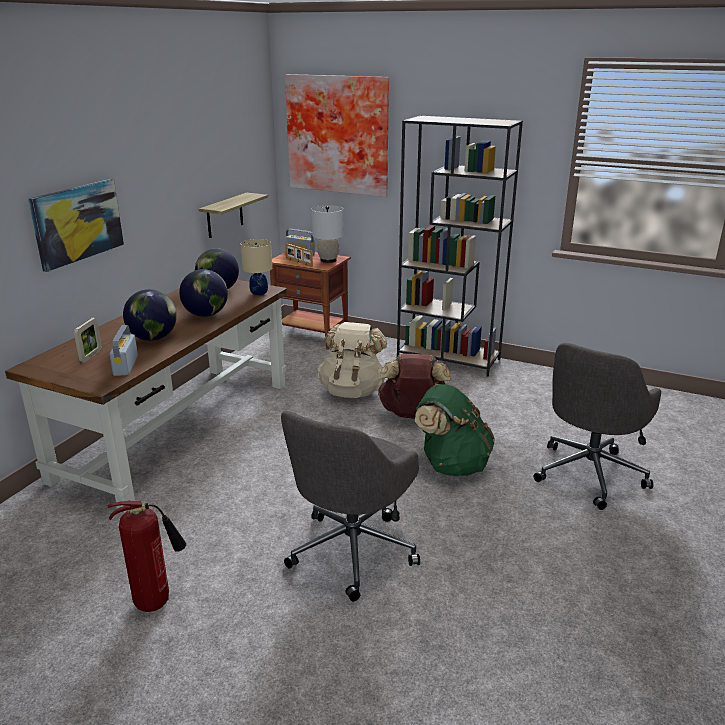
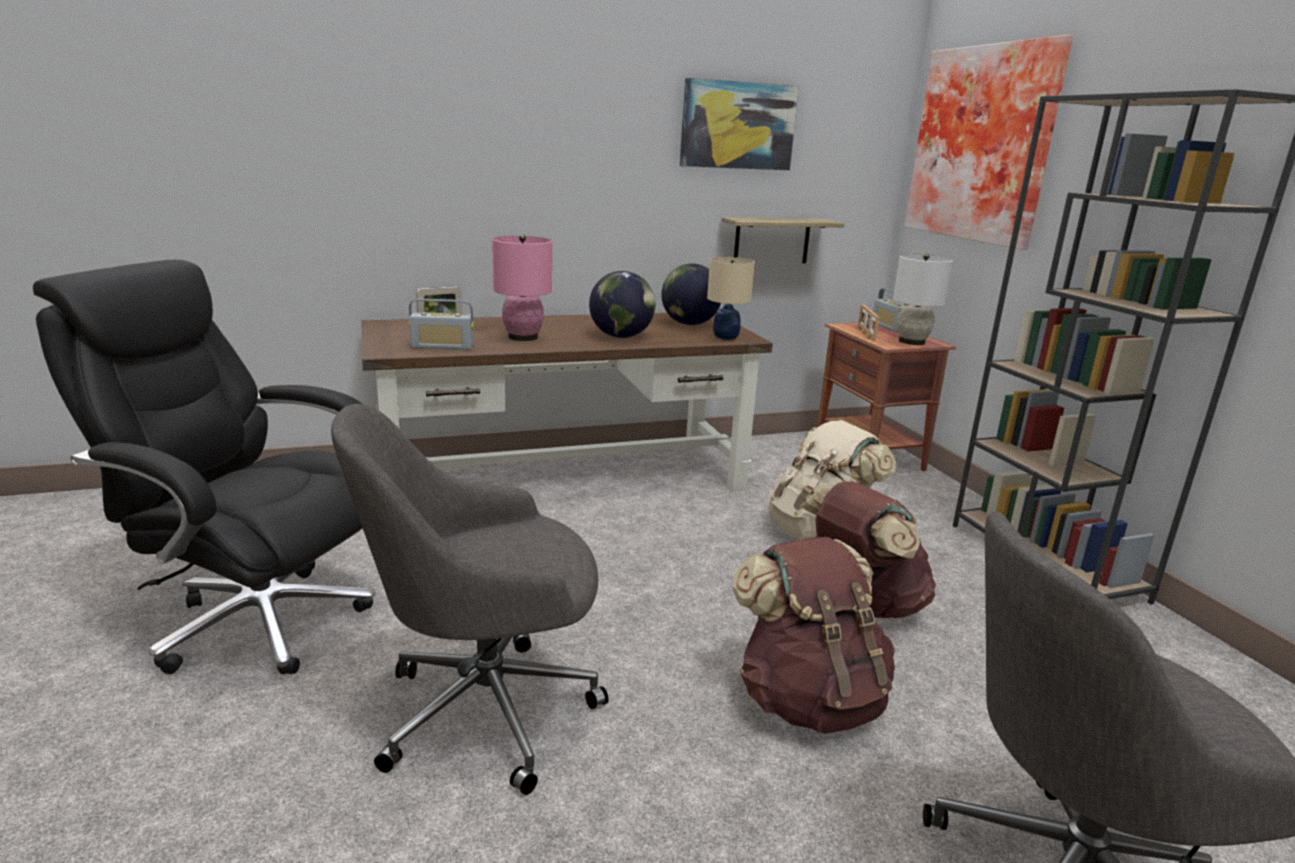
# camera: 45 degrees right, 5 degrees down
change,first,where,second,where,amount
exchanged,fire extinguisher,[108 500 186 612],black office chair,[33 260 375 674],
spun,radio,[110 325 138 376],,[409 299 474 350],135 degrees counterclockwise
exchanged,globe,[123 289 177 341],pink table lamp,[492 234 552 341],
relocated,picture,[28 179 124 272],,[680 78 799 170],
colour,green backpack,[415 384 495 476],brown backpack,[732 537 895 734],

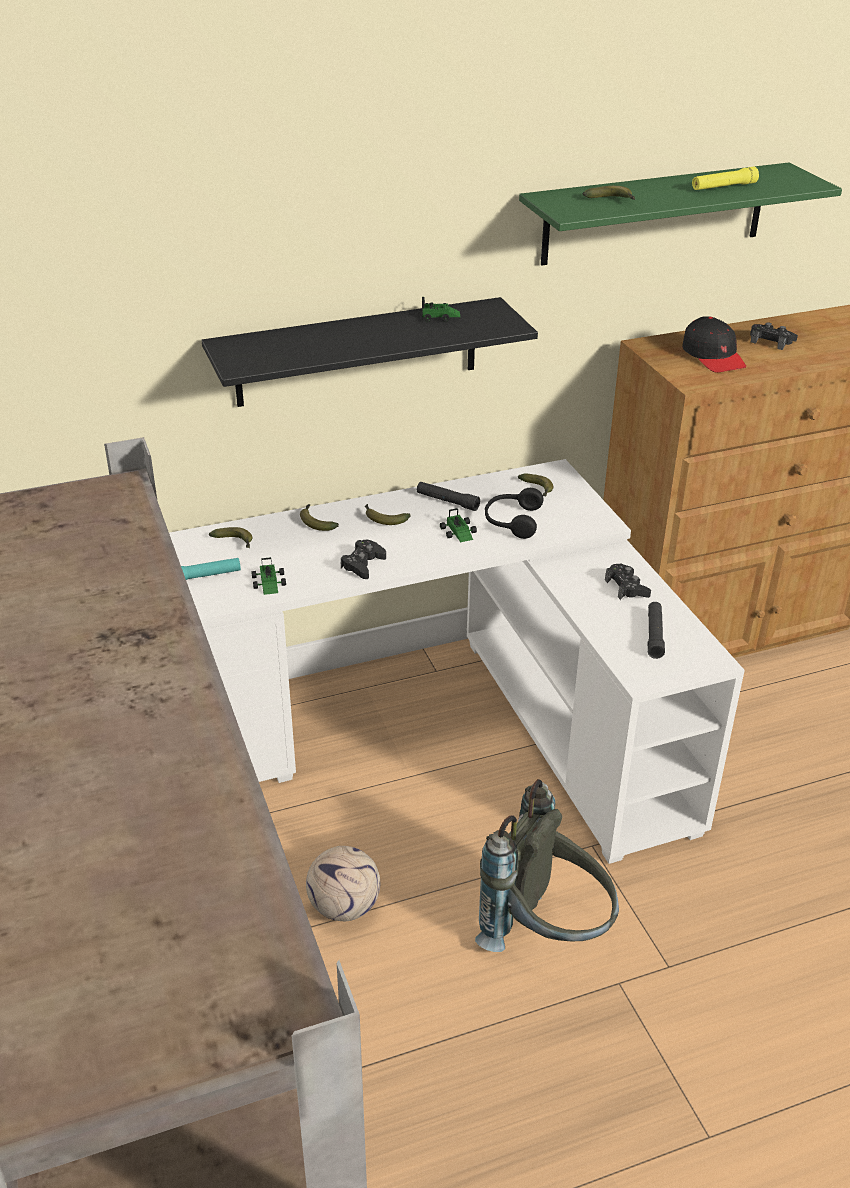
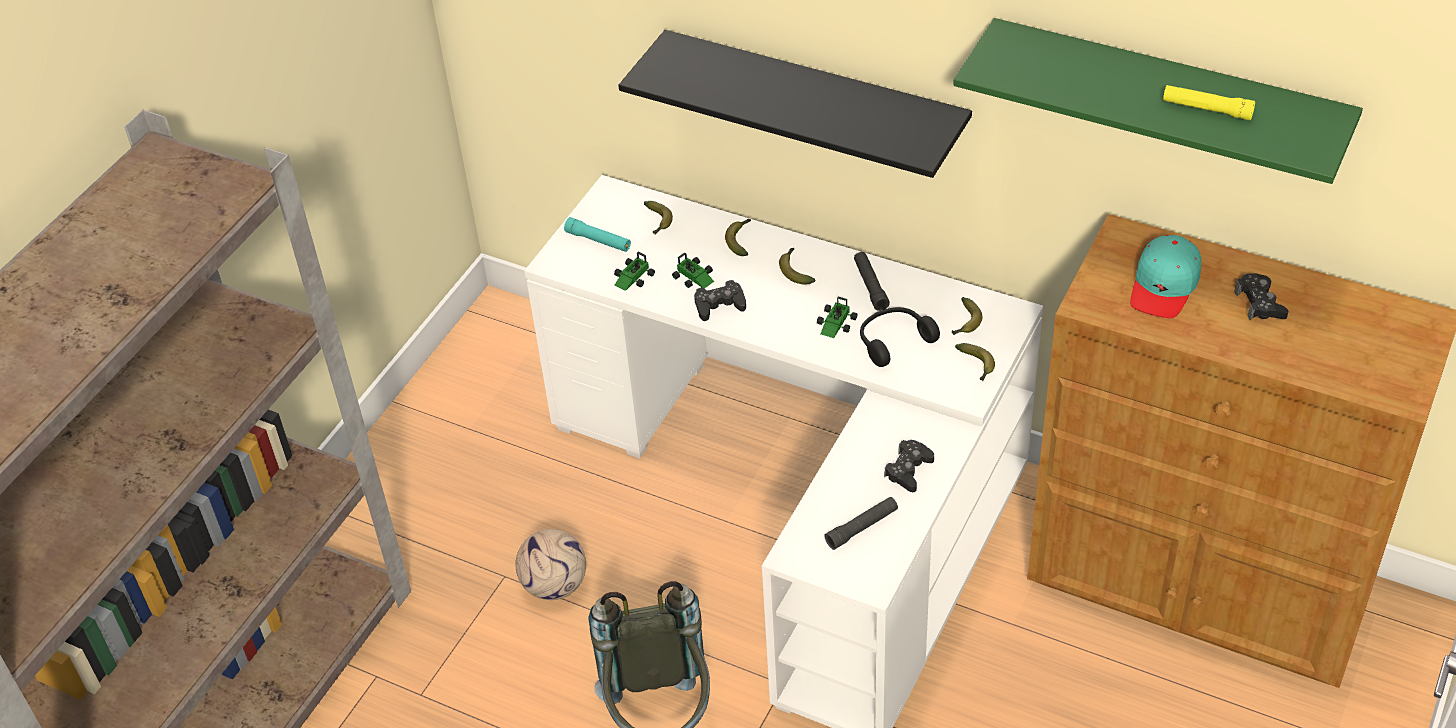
# camera: 50 degrees right, 10 degrees up
change,first,where,second,where,amount
relocated,toy car,[422 297 460 322],,[672 253 714 288],
relocated,banana,[582 186 635 200],,[955 343 995 381],
colour,black cap,[682 316 746 373],turquoise cap,[1130 235 1201 318],

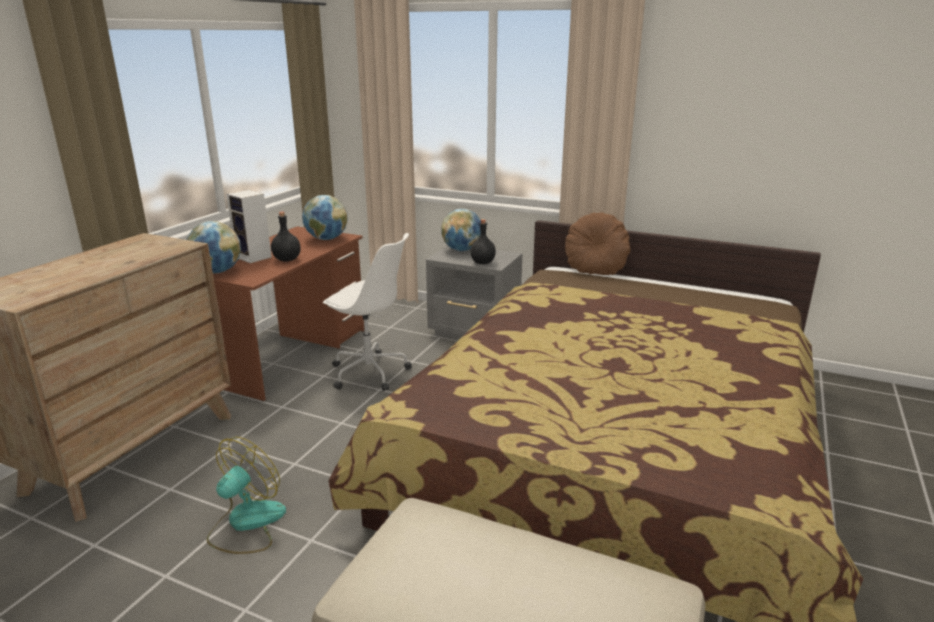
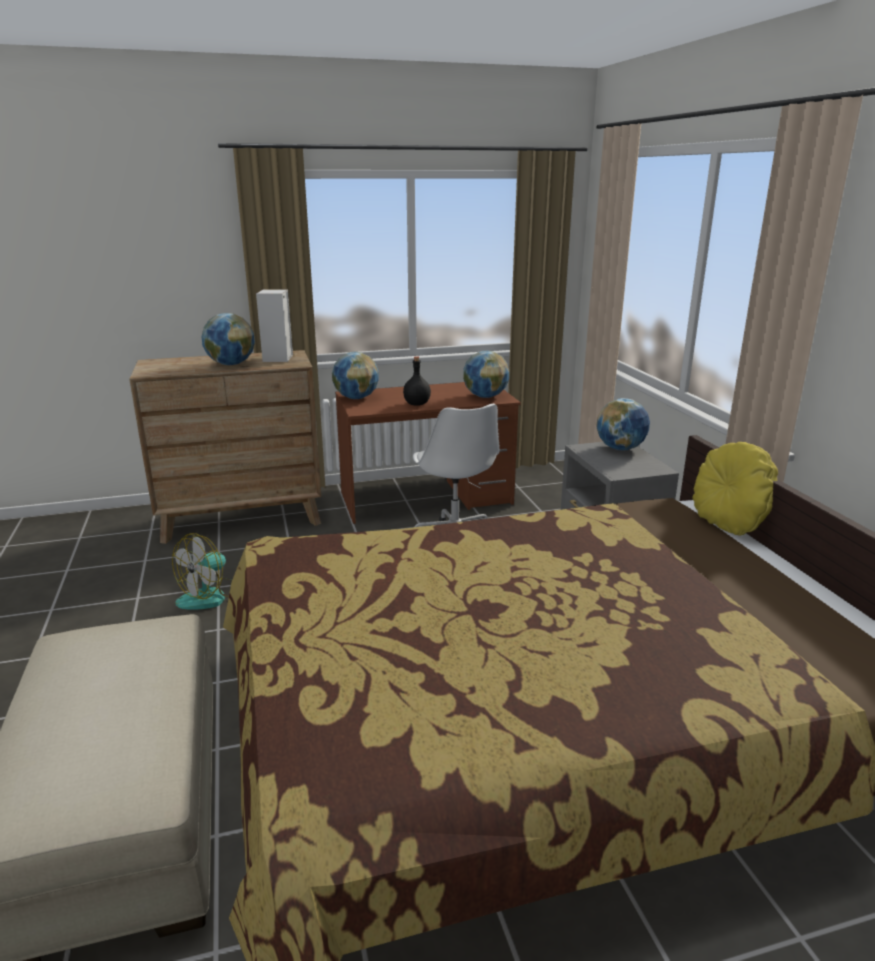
# camera: 50 degrees right, 0 degrees up
change,first,where,second,where,amount
spun,fan,[207 437 286 554],,[172 533 231 610],135 degrees clockwise
appeared,,,globe,[202 313 255 365],
relocated,speaker,[226 190 272 263],,[256 289 293 362],
colour,brown pillow,[565 212 631 275],yellow pillow,[692 442 778 536],
missing,black bottle,[470 219 496 264],,,

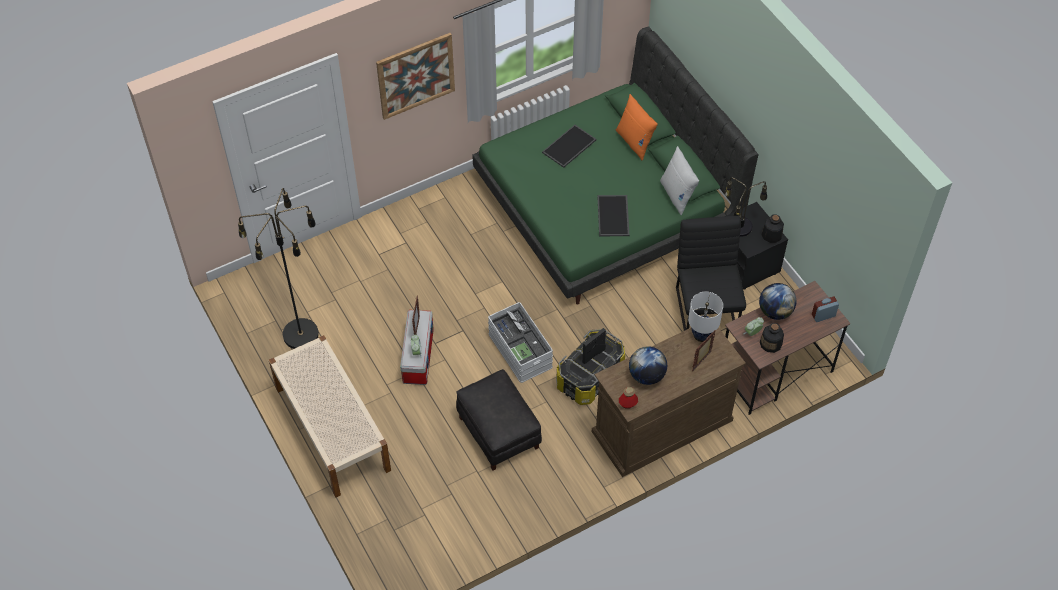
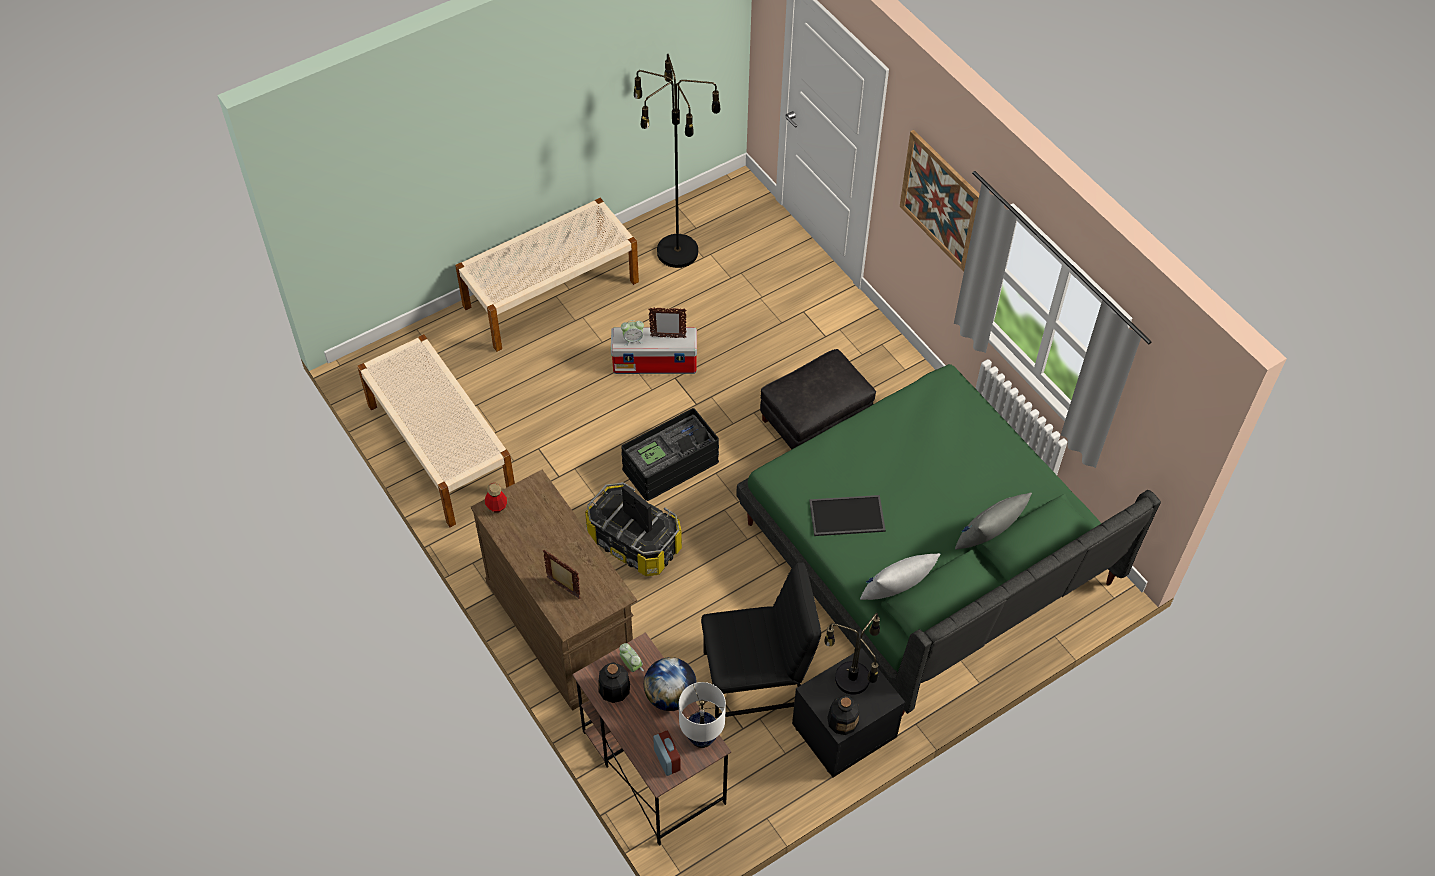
# camera: 85 degrees right, 0 degrees up
change,first,where,second,where,amount
appeared,,,beige bench,[357 334 515 528],
colour,white storage box,[488 302 553 383],black storage box,[621 408 719 501],
relocated,white table lamp,[688 292 723 342],,[679 682 726 748],
relocated,black ottoman,[456 369 542 471],,[760 349 876 449],
colour,orange pillow,[616 94 658 160],grey pillow,[955 492 1032 550],
missing,tray,[542 125 597 168],,,
missing,globe,[629 346 667 385],,,

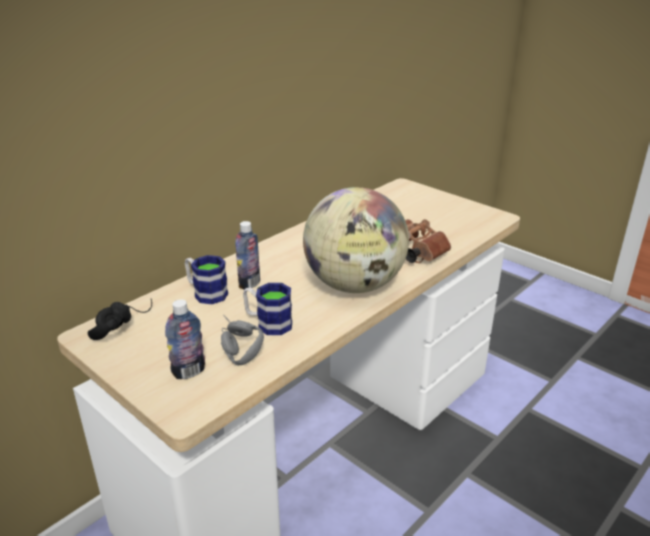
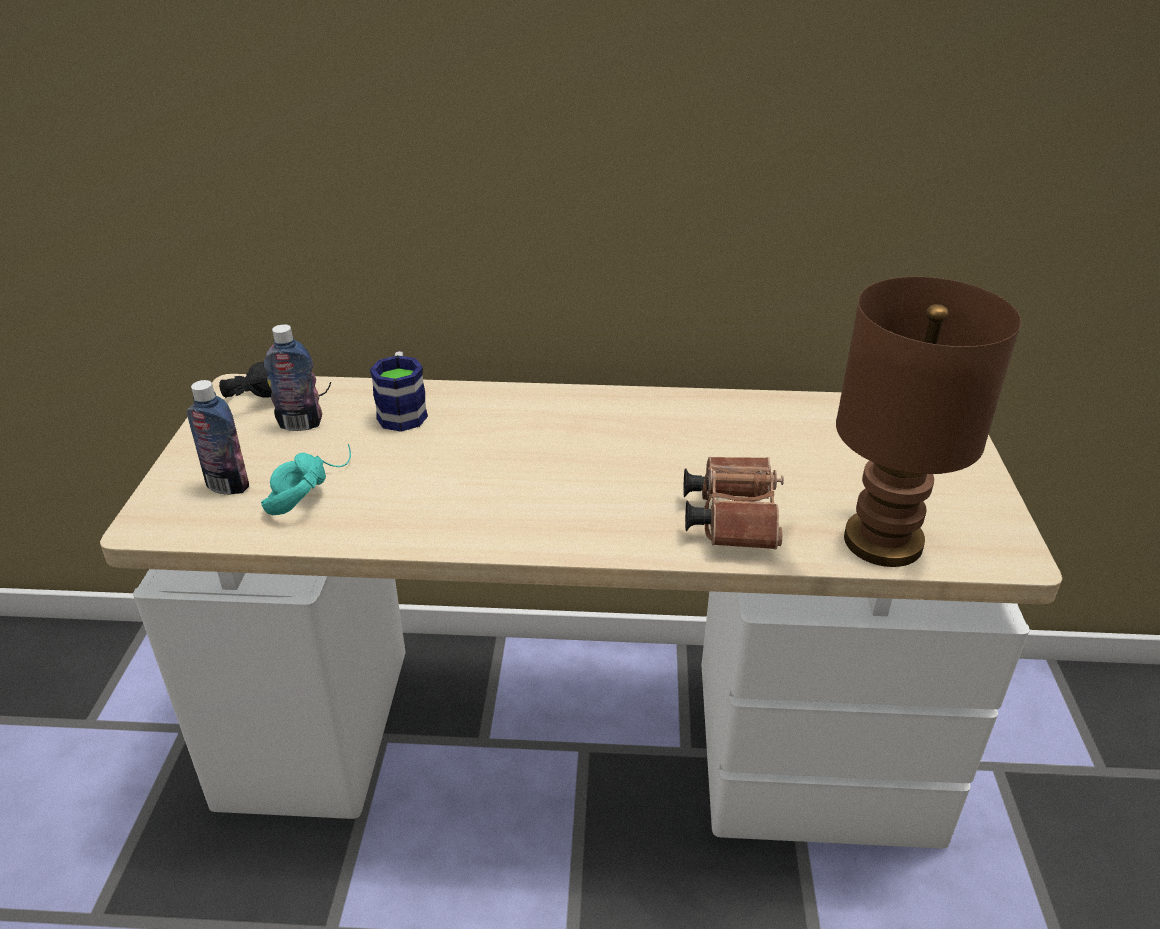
# camera: 50 degrees right, 5 degrees up
change,first,where,second,where,amount
colour,grey headphones,[221 315 264 366],turquoise headphones,[261 444 351 515],
relocated,bottle,[236 221 260 290],,[264 324 322 431],
appeared,,,brown table lamp,[836 277 1021 567],
missing,mug,[243 283 292 335],,,
missing,globe,[303 187 409 293],,,

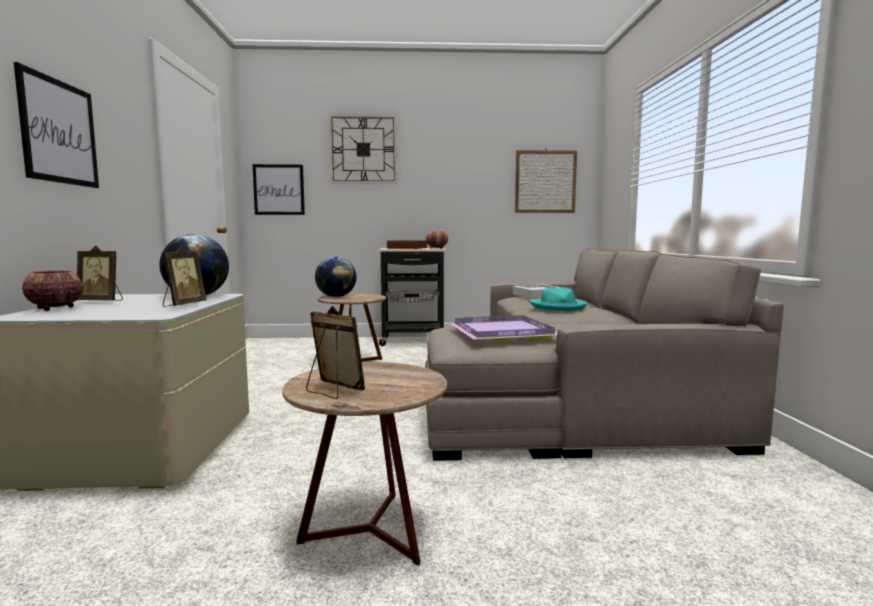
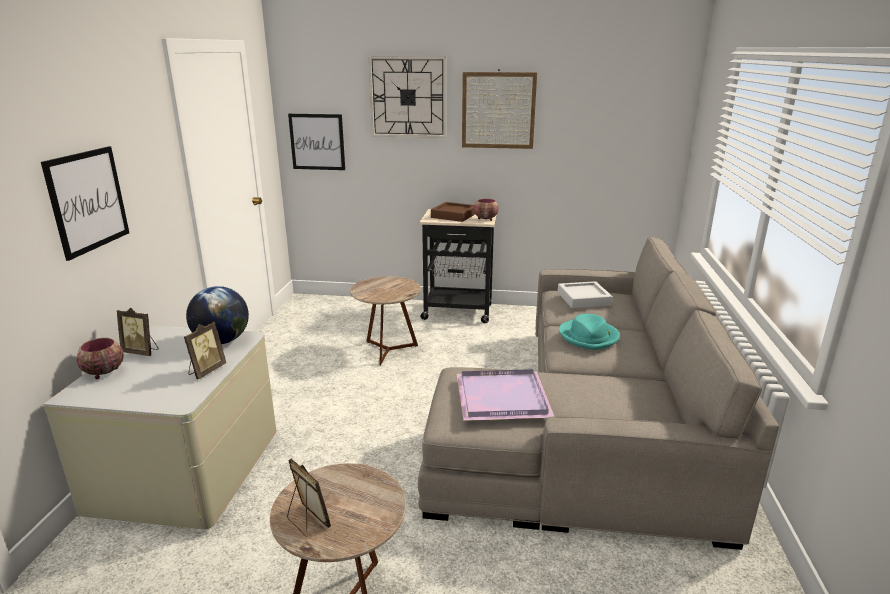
# camera: 10 degrees right, 15 degrees up
change,first,where,second,where,amount
relocated,picture,[515 148 577 213],,[462 69 537 149],
missing,globe,[315 256 357 297],,,

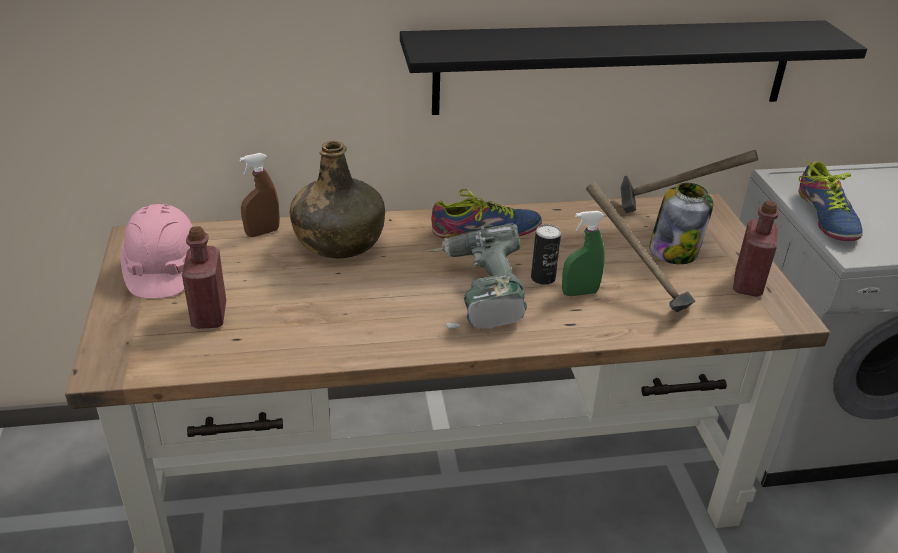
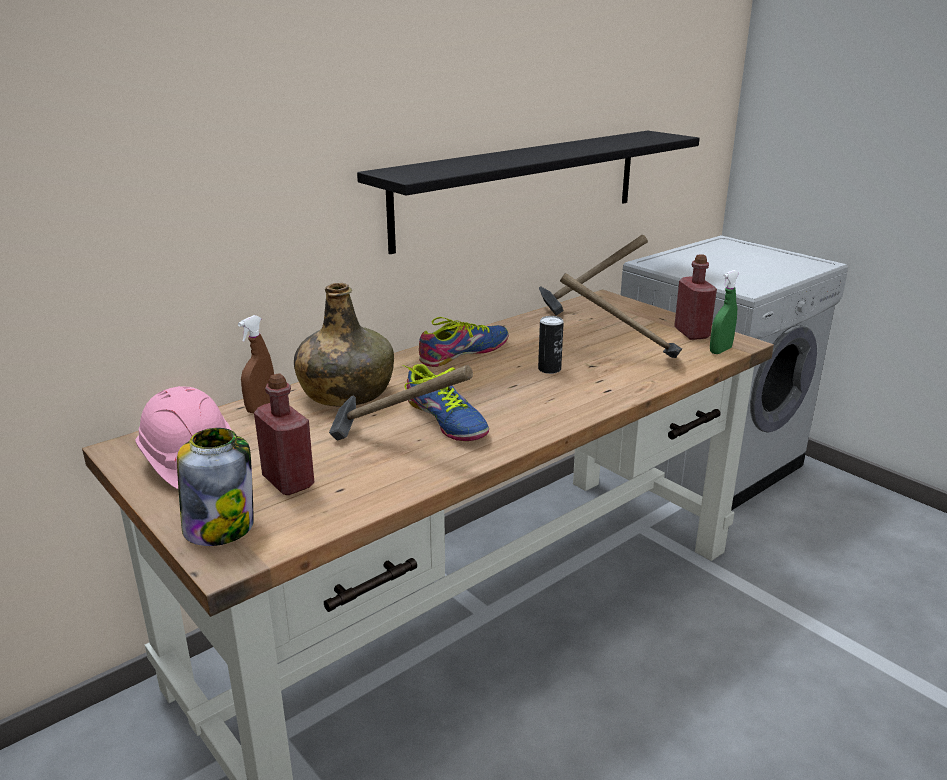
# camera: 30 degrees left, 10 degrees down
change,first,where,second,where,amount
relocated,jar,[649 183 714 264],,[177 428 254 546],
appeared,,,hammer,[329 365 473 441],
relocated,shoe,[798 159 863 241],,[402 364 489 441],
relocated,green spray bottle,[562 211 605 296],,[710 270 739 354],
missing,power drill,[426 223 527 329],,,

